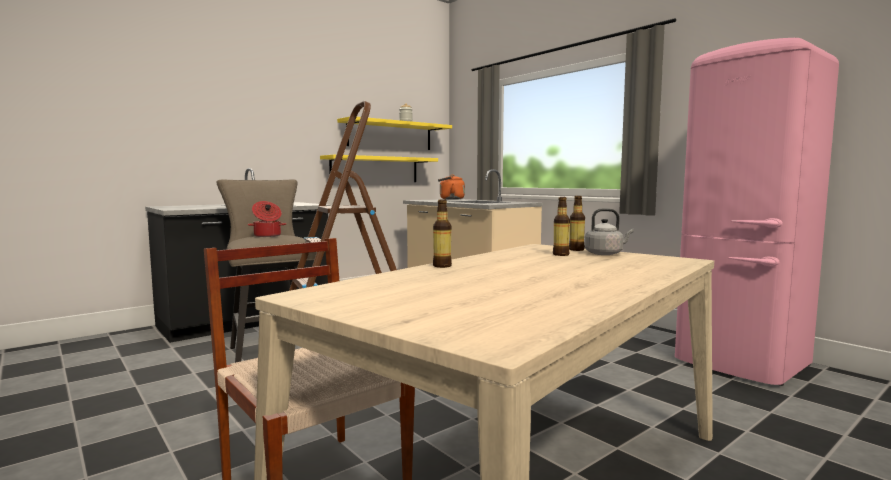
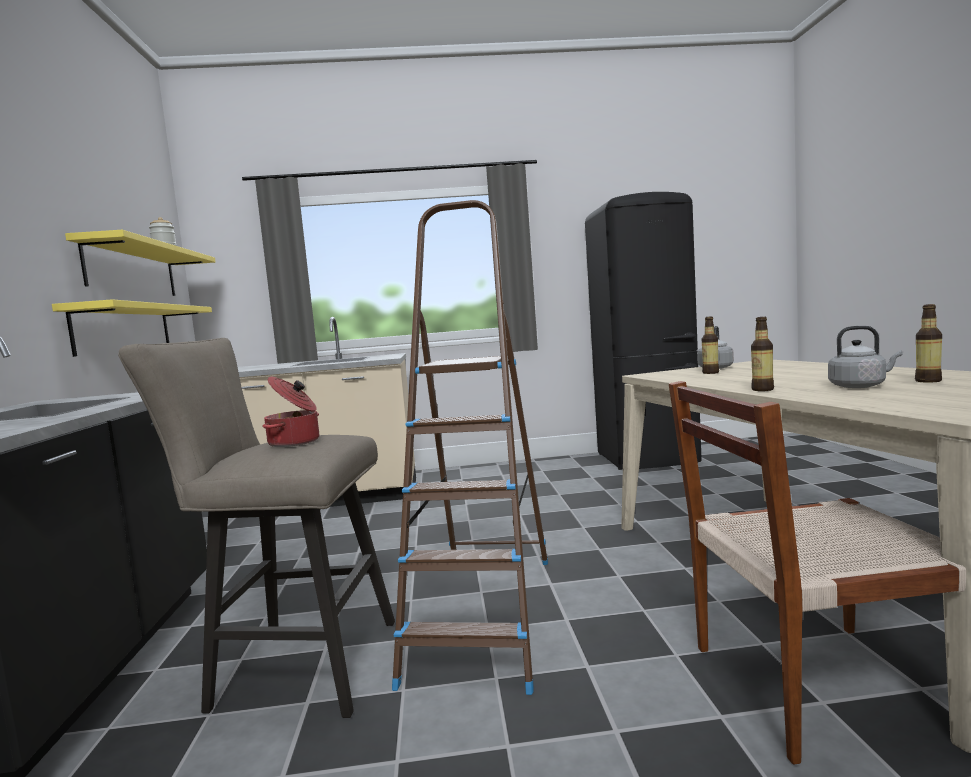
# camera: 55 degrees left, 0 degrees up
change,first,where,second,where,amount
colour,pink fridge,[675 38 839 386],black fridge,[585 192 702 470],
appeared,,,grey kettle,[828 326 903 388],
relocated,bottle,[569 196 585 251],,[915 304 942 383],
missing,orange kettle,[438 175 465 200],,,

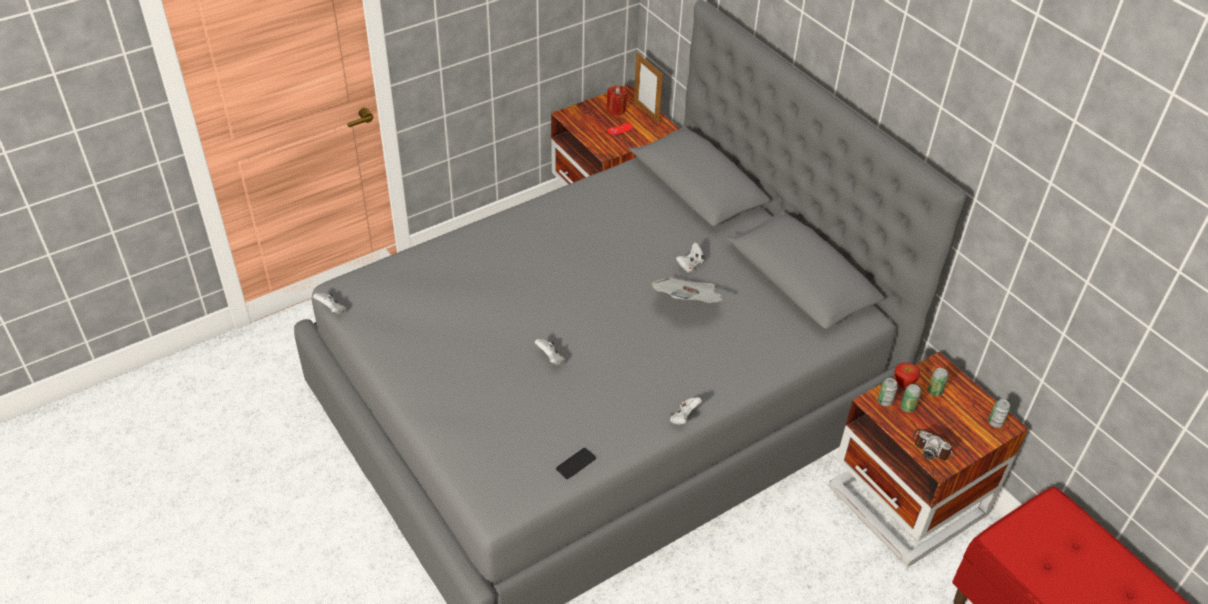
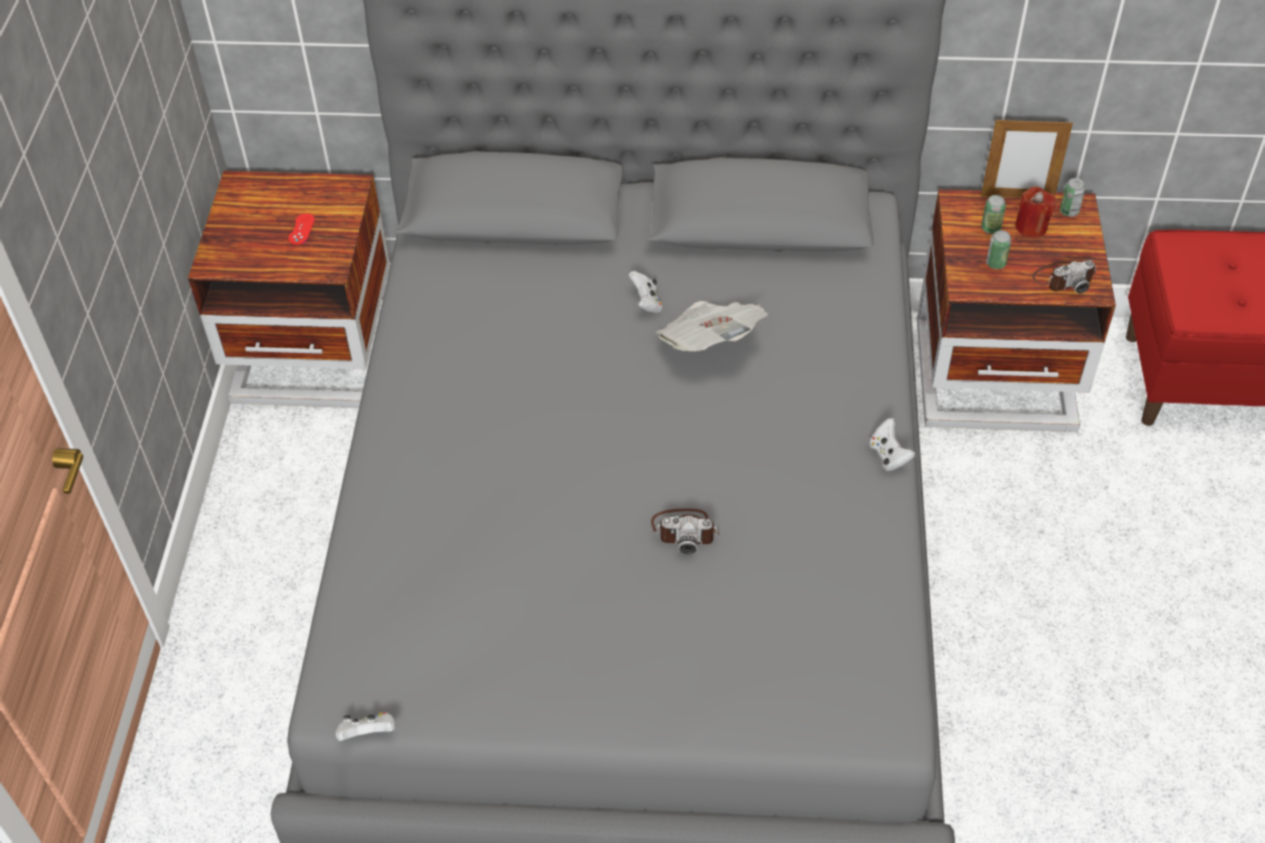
# camera: 50 degrees left, 5 degrees up
change,first,where,second,where,amount
exchanged,white game controller,[535 339 565 365],photo camera,[651 508 720 554],
relocated,picture frame,[634 52 663 124],,[981 117 1073 198],
relocated,red candle,[606 85 628 115],,[1015 186 1055 238],
missing,phone,[556 448 596 479],,,
missing,can,[878 378 898 406],,,
missing,apple,[894 362 920 388],,,

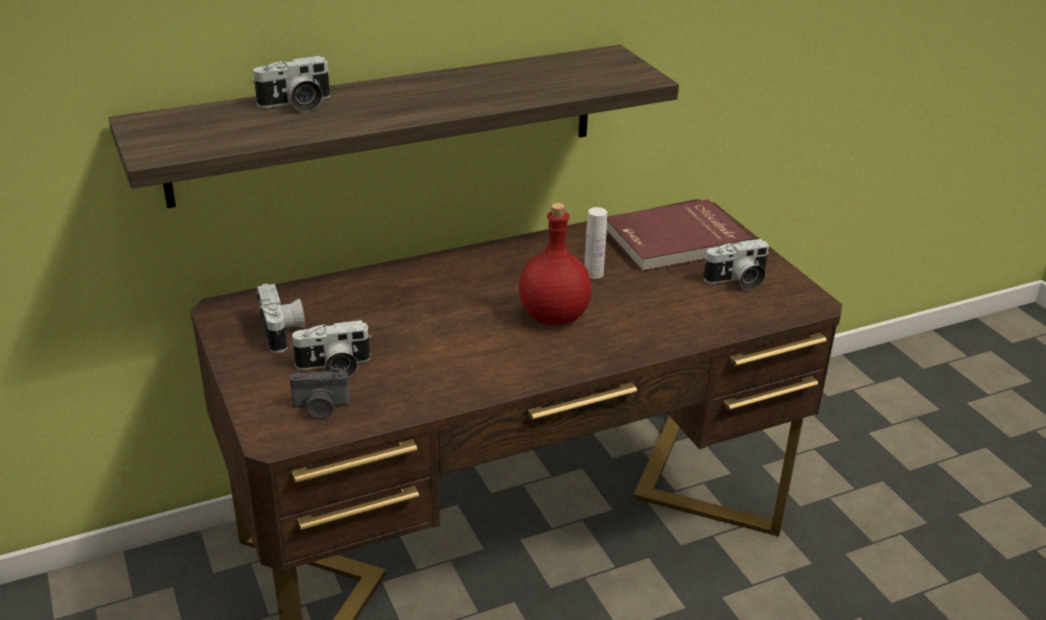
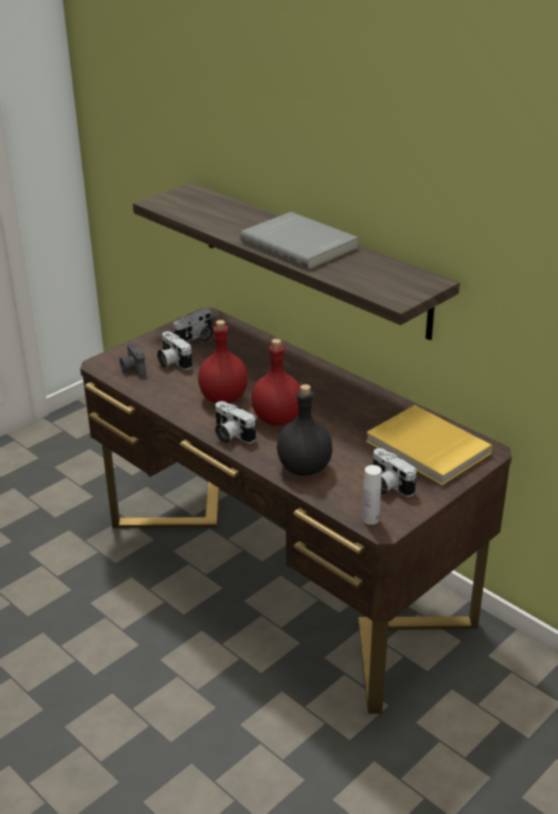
# camera: 70 degrees right, 0 degrees up
change,first,where,second,where,amount
appeared,,,red bottle,[198 320 248 403],
relocated,photo camera,[252 56 331 112],,[215 401 256 444],
appeared,,,grey book,[240 212 359 270],
appeared,,,black bottle,[277 384 333 476],
relocated,white bottle,[584 207 607 279],,[362 465 382 525],
colour,red book,[607 199 752 271],yellow book,[366 405 492 485],

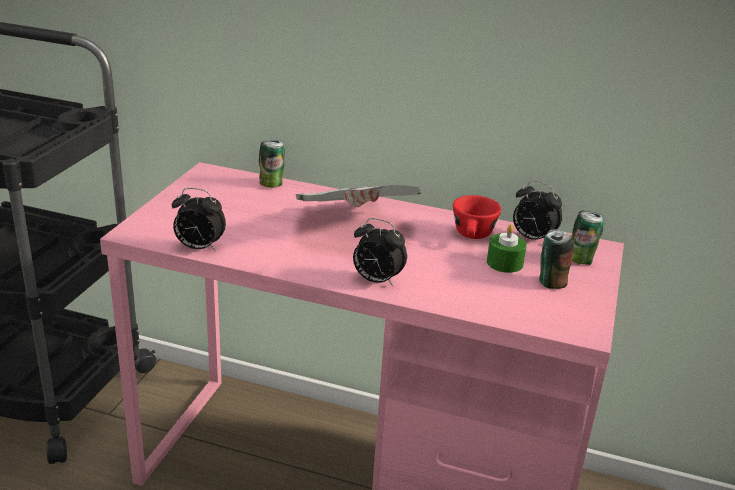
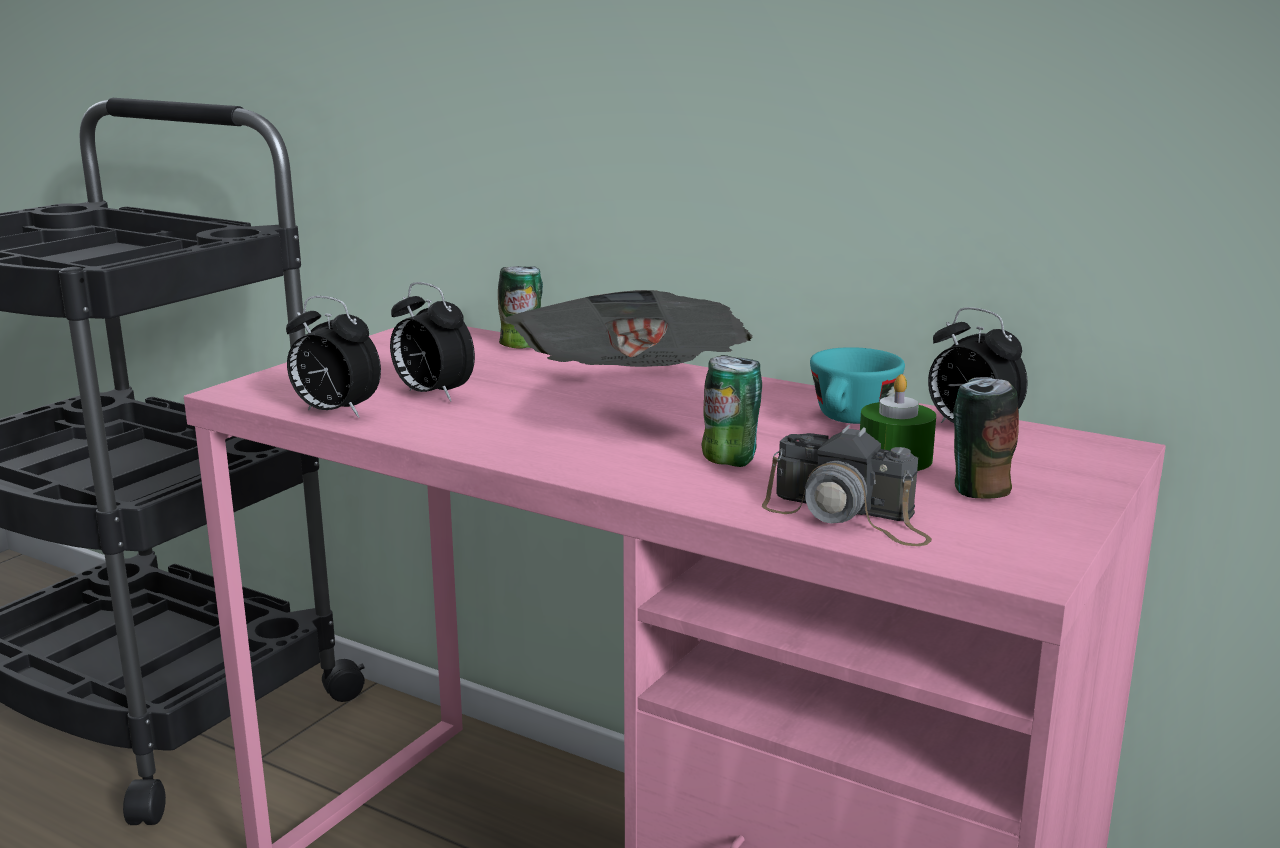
# camera: 15 degrees right, 10 degrees down
change,first,where,second,where,amount
relocated,alarm clock,[353 218 407 287],,[390 282 475 401],
relocated,can,[572 211 604 265],,[702 355 762 467],
appeared,,,photo camera,[762 425 932 546],
colour,red cup,[453 195 501 239],turquoise cup,[810 347 905 424],

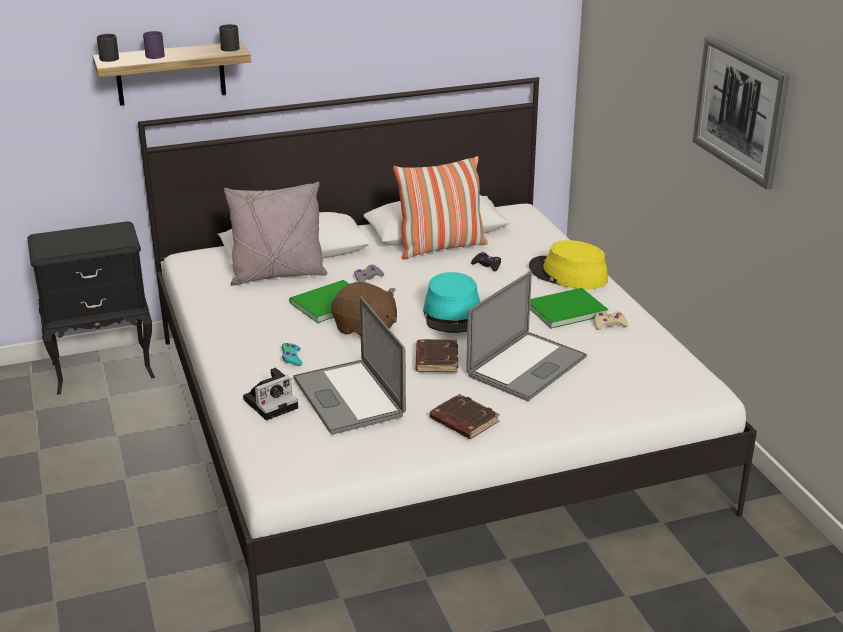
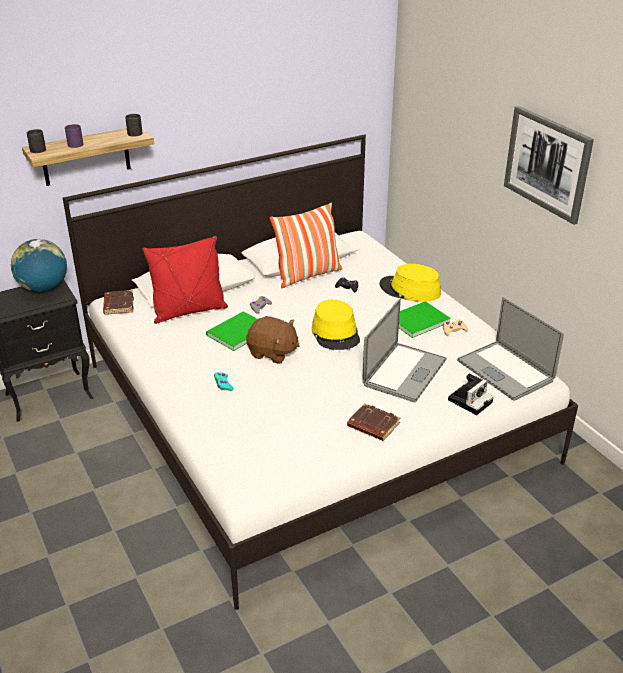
# camera: 10 degrees left, 5 degrees up
change,first,where,second,where,amount
appeared,,,globe,[11 239 67 293],
relocated,brown book,[416 339 458 372],,[103 290 134 315],
colour,purple pillow,[224 182 327 286],red pillow,[142 236 228 324],
colour,turquoise hat,[423 272 480 333],yellow hat,[312 300 360 350],
relocated,photo camera,[243 368 298 420],,[448 373 494 415],
relocated,laptop,[293 297 406 434],,[457 297 564 401],

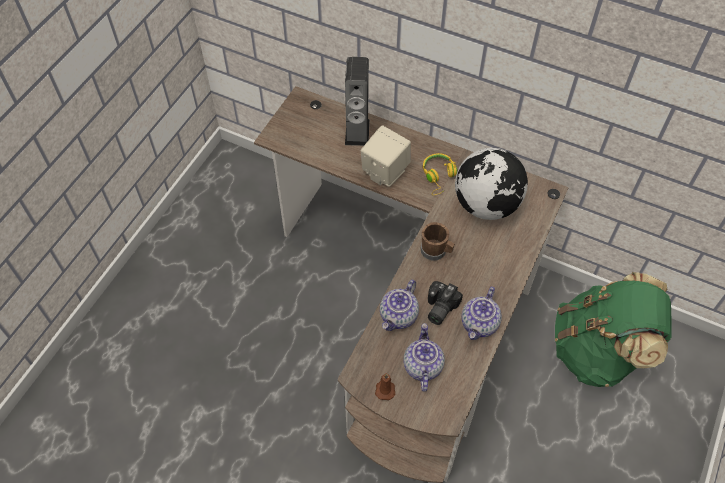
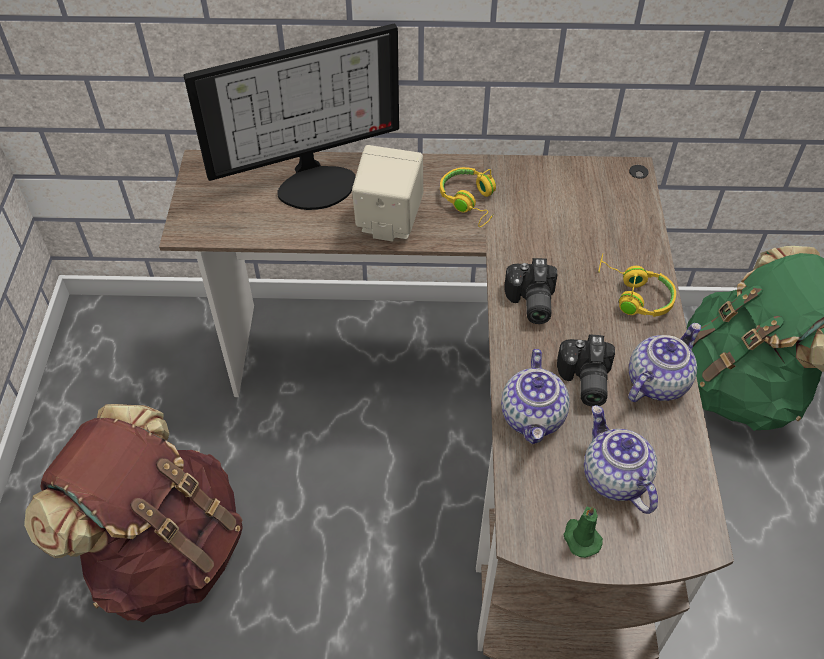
# camera: 25 degrees left, 5 degrees down
change,first,where,second,where,amount
appeared,,,brown backpack,[24 404 243 622],
exchanged,speaker,[345 57 370 146],monitor,[183 24 399 210],
exchanged,brown mug,[420 222 455 261],photo camera,[505 258 557 324],
colour,brown candle,[375 373 395 400],green candle,[564 506 603 558],
appeared,,,yellow headphones,[598 254 676 317],
spun,teapot,[461 286 502 340],,[628 323 701 402],135 degrees counterclockwise
missing,globe,[455 148 528 220],,,

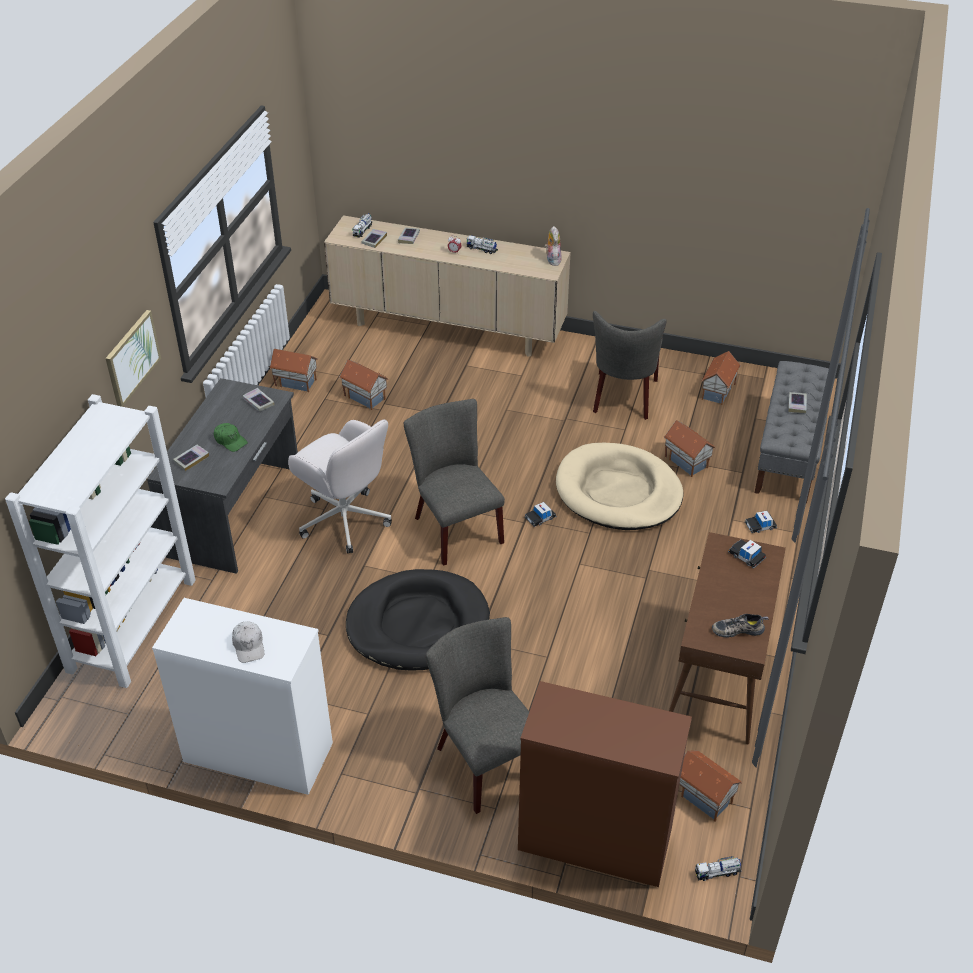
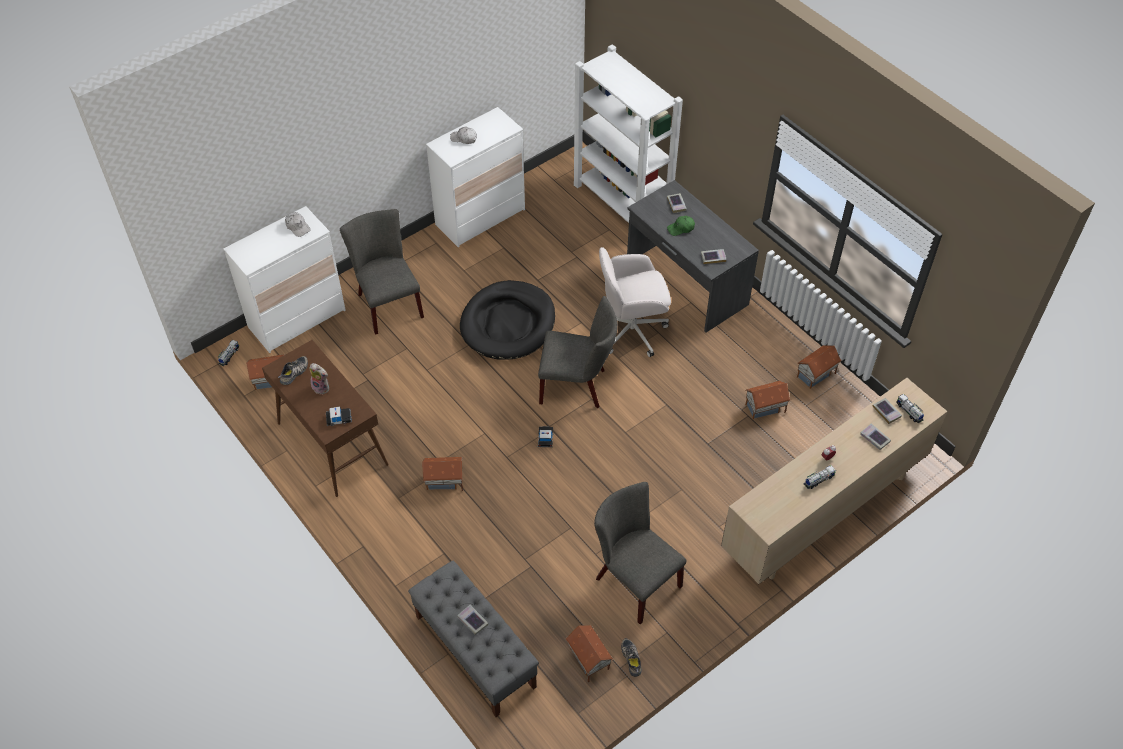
# camera: 125 degrees right, 10 degrees up
change,first,where,second,where,amount
colour,brown dresser,[518 681 692 887],white dresser,[223 206 346 353],
appeared,,,white cap,[285 212 311 237],
relocated,plush toy,[545 226 562 266],,[309 363 329 395],
spun,grey chair,[426 617 529 814],,[340 209 424 335],120 degrees counterclockwise
relocated,toy house,[664 420 715 477],,[422 457 463 491],
appeared,,,shoe,[621 638 641 677],
missing,picture,[106 310 161 407],,,
missing,beige dog bed,[556 443 683 530],,,
missing,toy car,[744 511 777 533],,,

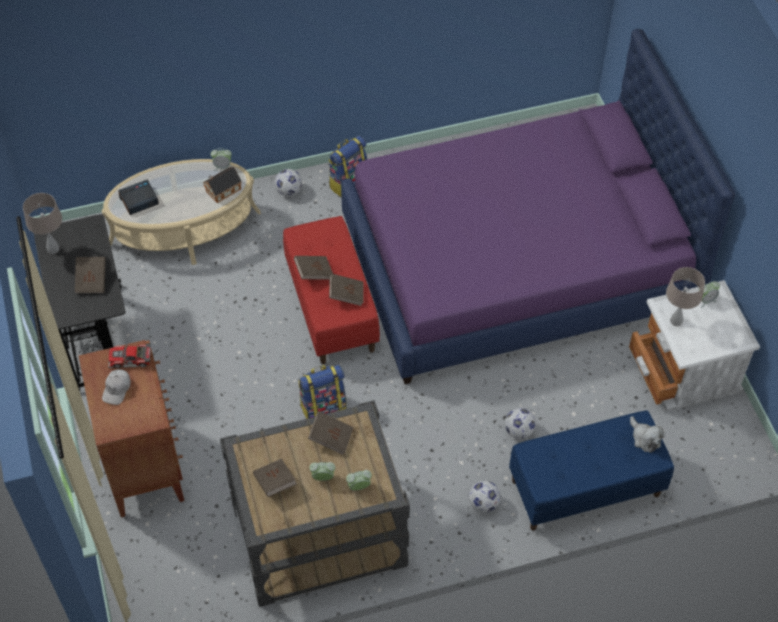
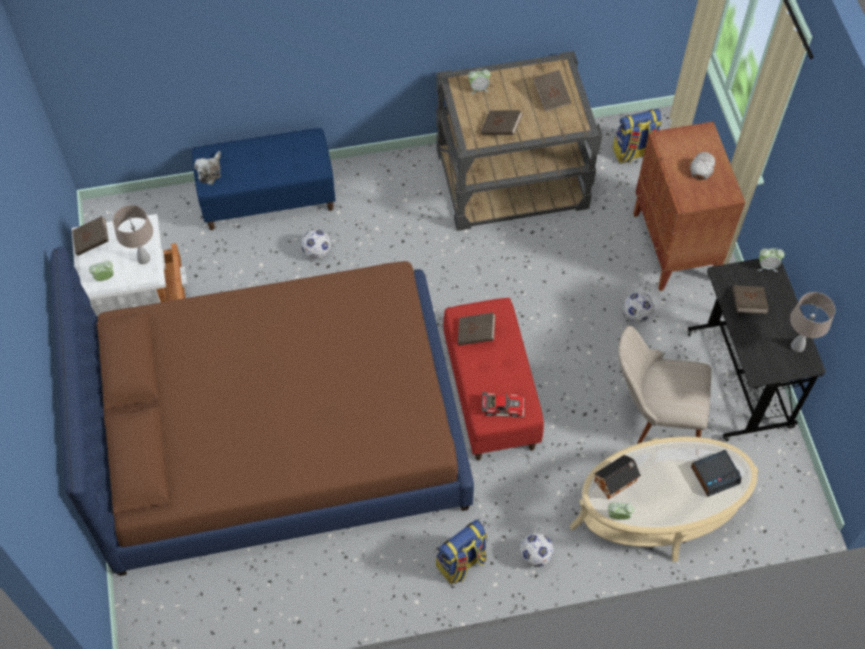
# camera: 175 degrees left, 5 degrees up
change,first,where,second,where,amount
colour,purple bed,[341 29 735 384],brown bed,[50 247 474 576],
relocated,brown book,[294 256 333 280],,[72 216 109 256],
spun,plush toy,[630 416 665 453],,[194 151 221 185],135 degrees counterclockwise
relocated,toy car,[108 343 151 368],,[482 392 524 417],
relocated,backpack,[299 365 347 419],,[613 109 662 163],
appeared,,,beige chair,[618 326 711 444],
relocated,football,[468 481 501 513],,[623 292 654 322],
relocated,alarm clock,[309 462 335 481],,[758 248 785 272],

